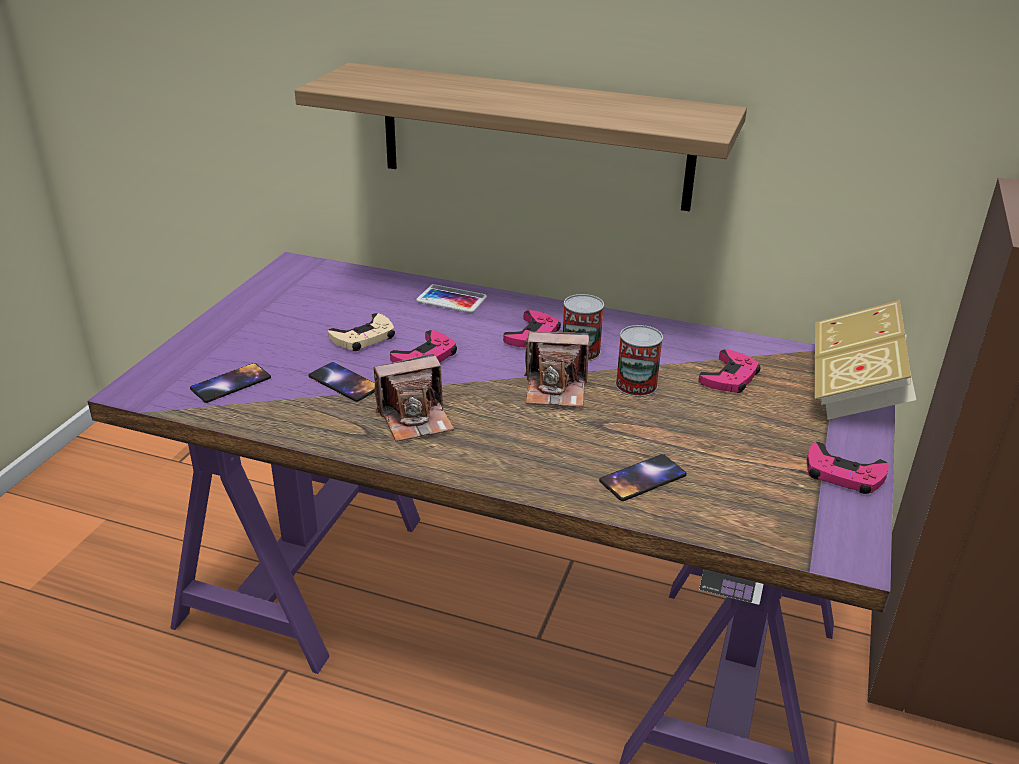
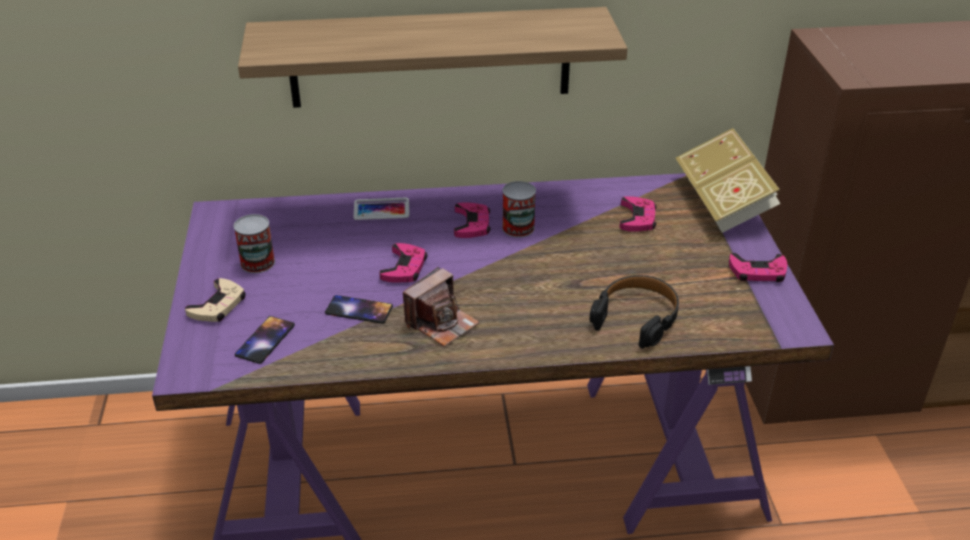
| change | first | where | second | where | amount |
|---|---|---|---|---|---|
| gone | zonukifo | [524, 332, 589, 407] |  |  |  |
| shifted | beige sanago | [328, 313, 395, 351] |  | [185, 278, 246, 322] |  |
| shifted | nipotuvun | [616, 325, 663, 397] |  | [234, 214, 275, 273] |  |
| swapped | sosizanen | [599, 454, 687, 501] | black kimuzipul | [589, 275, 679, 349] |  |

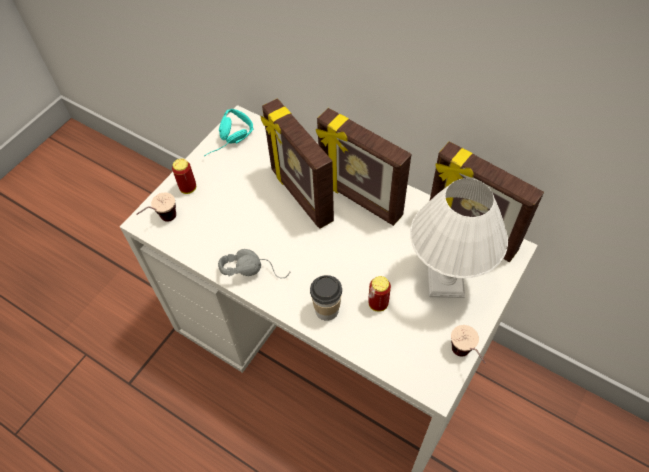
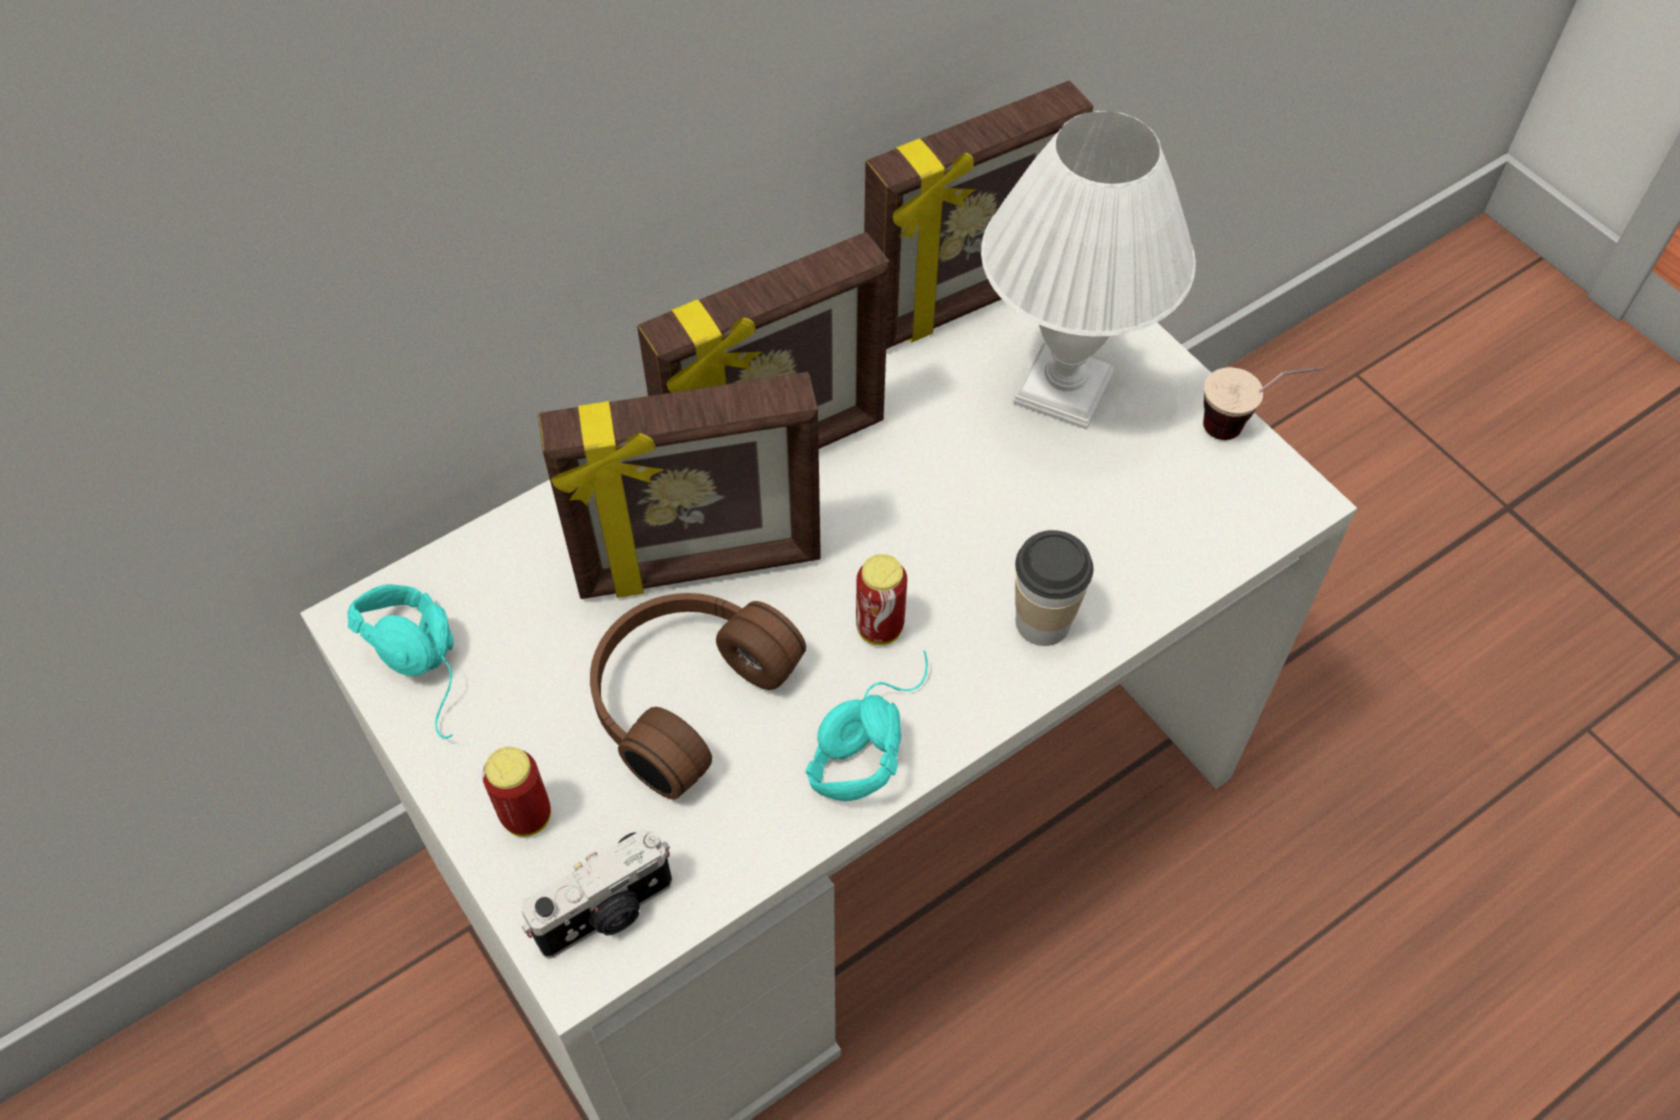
| change | first | where | second | where | amount |
|---|---|---|---|---|---|
| new |  |  | brown kimuzipul | [590, 593, 806, 799] |  |
| shifted | nipotuvun | [368, 276, 391, 311] |  | [856, 554, 907, 645] |  |
| swapped | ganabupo | [136, 193, 176, 222] | zonukifo | [521, 829, 672, 958] |  |
| repainted | grey kimuzipul | [218, 249, 290, 278] | turquoise kimuzipul | [805, 650, 928, 801] |  |

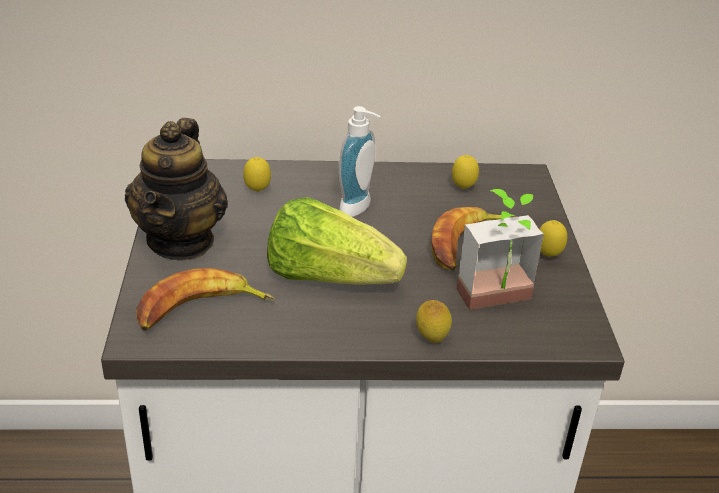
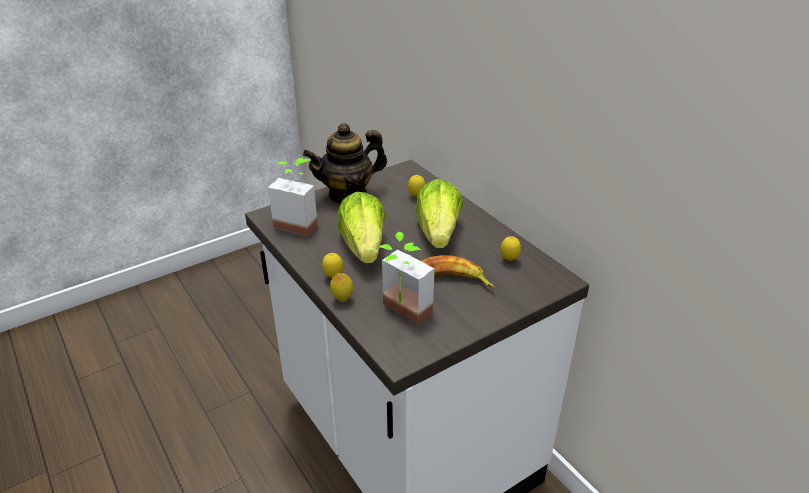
| change | first | where | second | where | amount |
|---|---|---|---|---|---|
| shifted | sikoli | [539, 220, 567, 257] |  | [322, 253, 343, 278] |  |
| swapped | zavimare | [136, 268, 275, 331] | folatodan | [268, 158, 318, 236] |  |
| swapped | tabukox | [339, 106, 381, 217] | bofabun | [415, 179, 463, 248] |  |

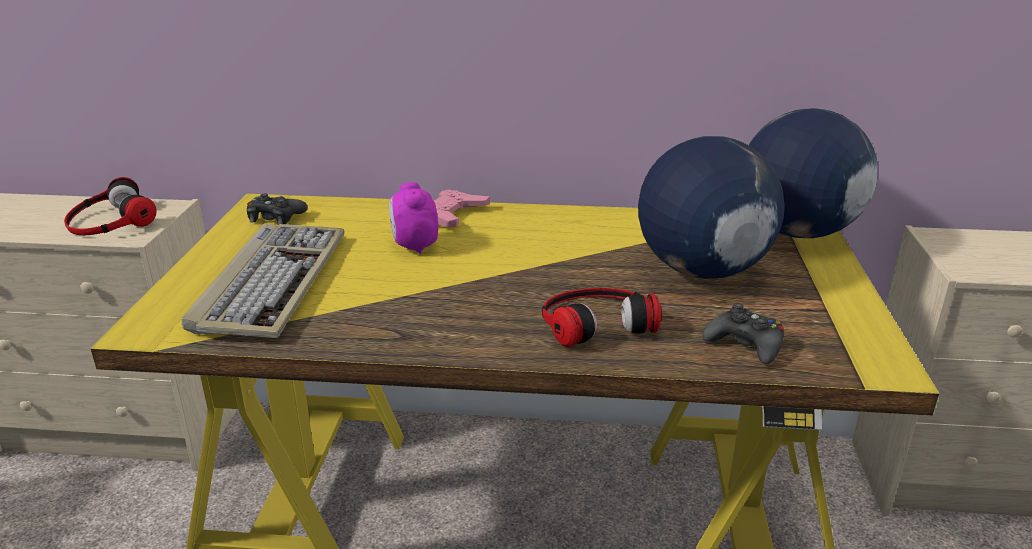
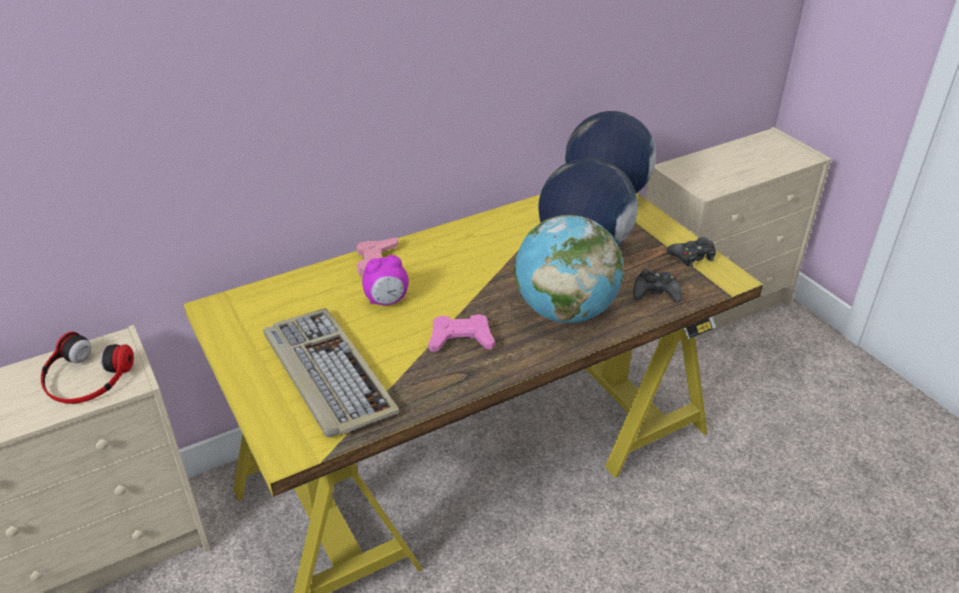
| change | first | where | second | where | amount |
|---|---|---|---|---|---|
| new |  |  | pink sanago | [428, 314, 495, 352] |  |
| shifted | black sanago | [247, 194, 308, 225] |  | [667, 237, 716, 267] |  |
| swapped | kimuzipul | [542, 288, 662, 347] | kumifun | [515, 215, 624, 323] |  |
| rotated | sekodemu | [389, 182, 438, 254] |  | [362, 255, 409, 305] | 60 degrees counterclockwise |

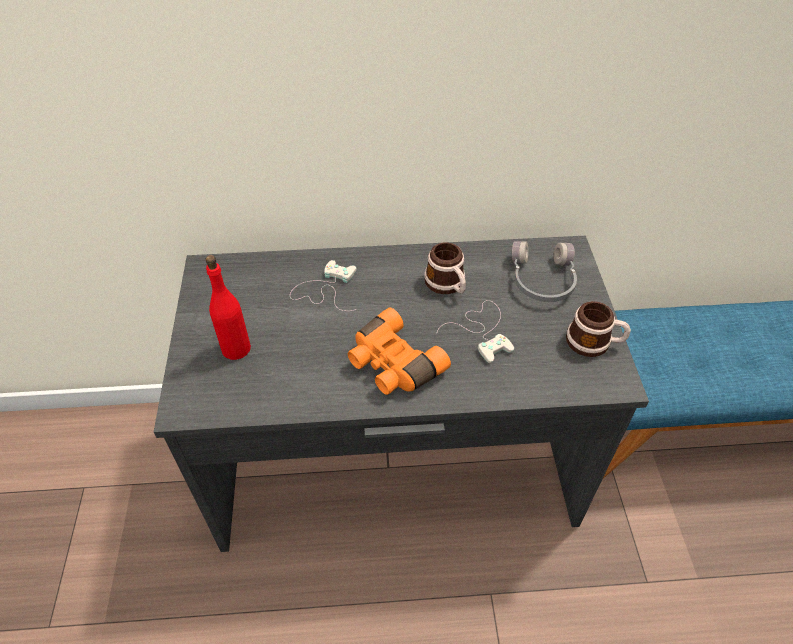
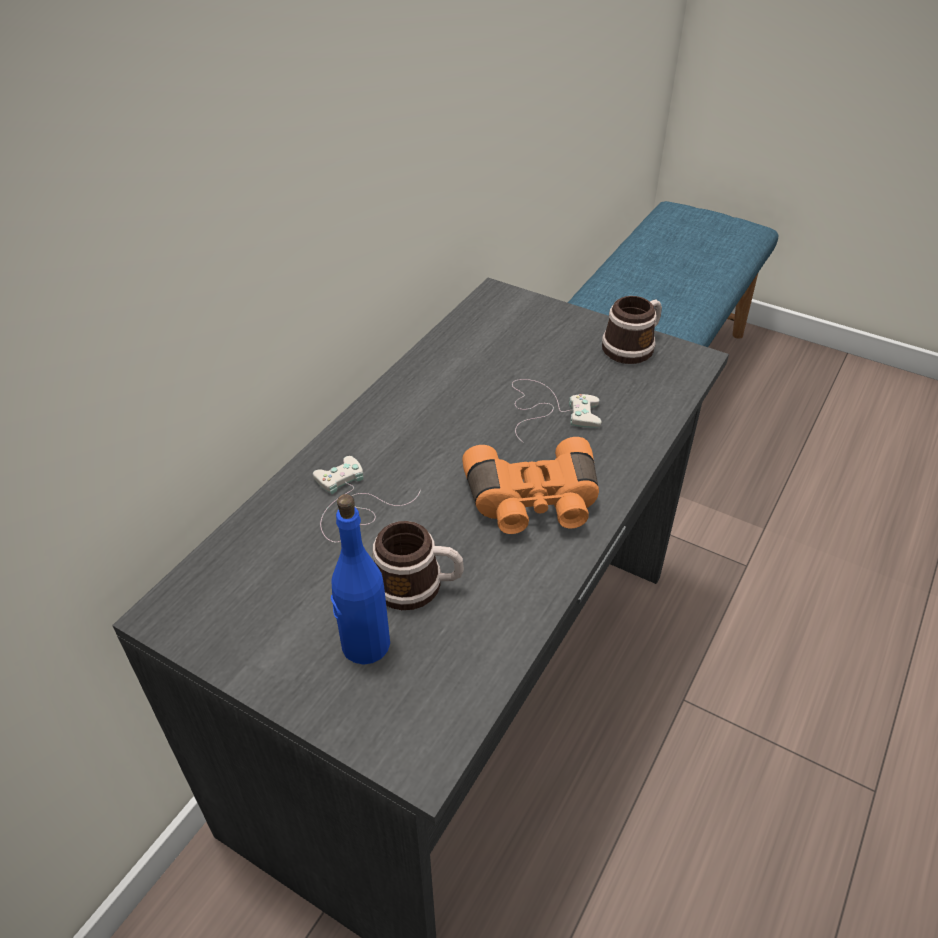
| change | first | where | second | where | amount |
|---|---|---|---|---|---|
| gone | grey kimuzipul | [512, 241, 577, 302] |  |  |  |
| shifted | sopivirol | [424, 242, 466, 294] |  | [373, 521, 464, 610] |  |
| repainted | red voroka | [205, 255, 251, 360] | blue voroka | [331, 494, 390, 665] |  |

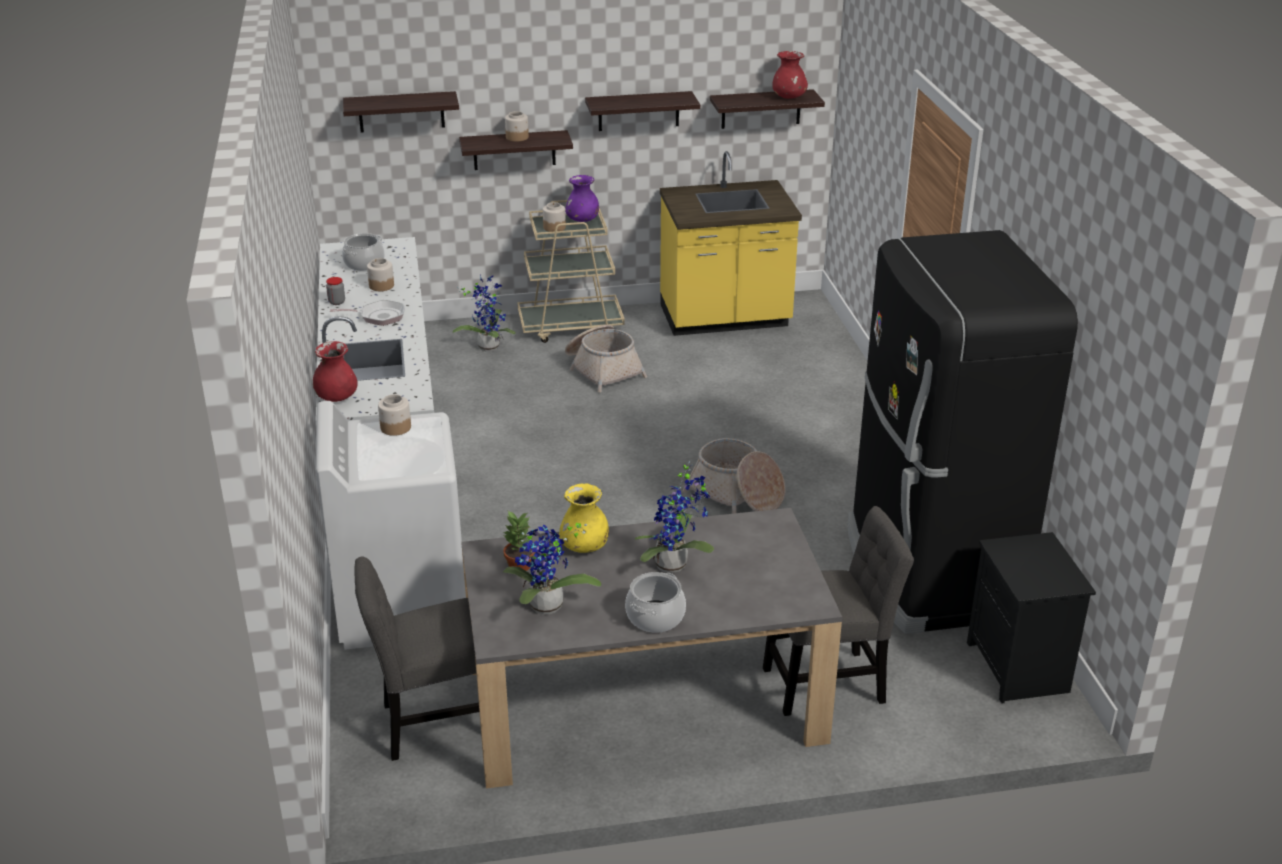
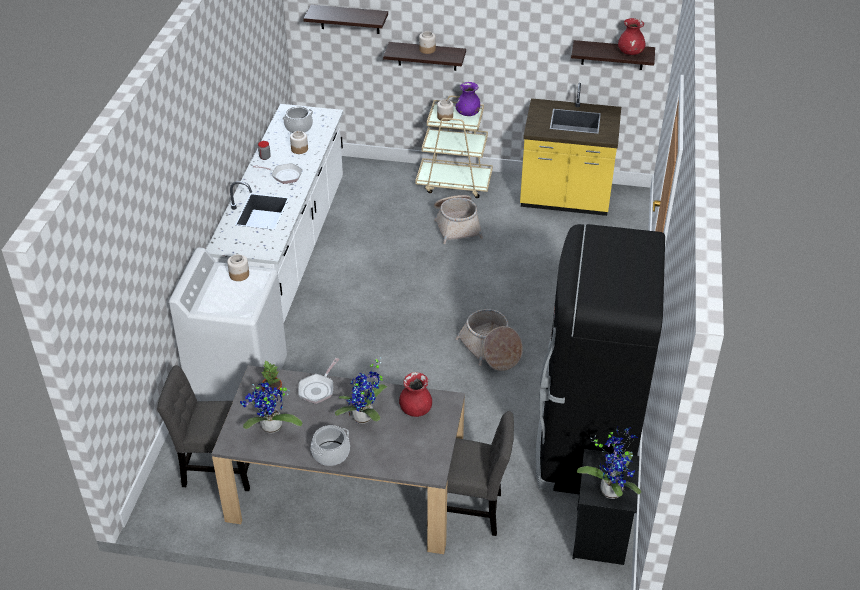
| change | first | where | second | where | amount |
|---|---|---|---|---|---|
| gone | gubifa | [585, 91, 700, 131] |  |  |  |
| shifted | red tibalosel | [313, 341, 358, 402] |  | [399, 372, 432, 417] |  |
| shifted | folatodan | [452, 275, 516, 351] |  | [577, 427, 641, 499] |  |
| swapped | yellow tibalosel | [559, 483, 609, 553] | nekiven | [298, 358, 339, 404] |  |

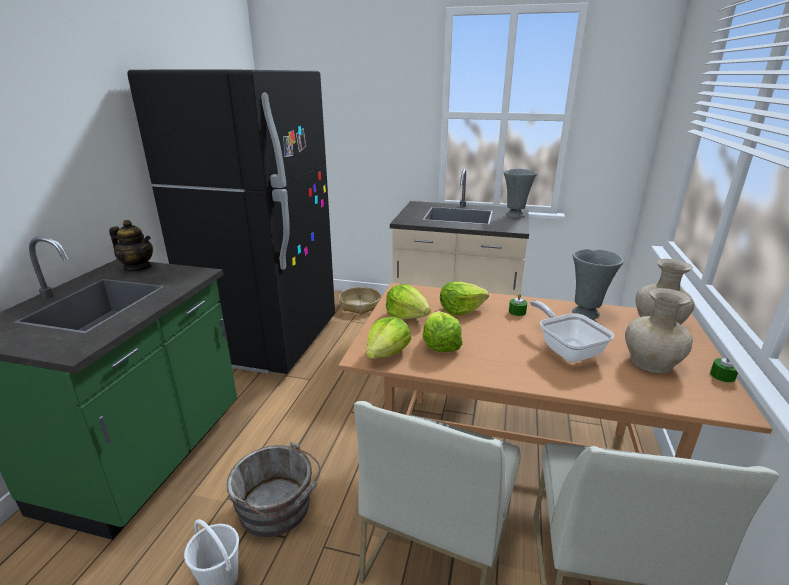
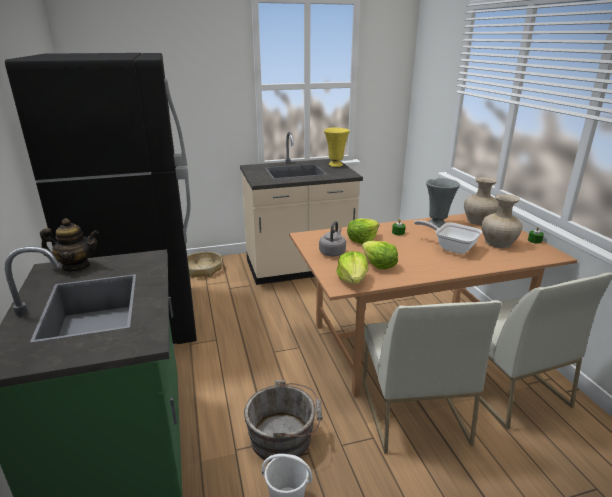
| change | first | where | second | where | amount |
|---|---|---|---|---|---|
| swapped | bofabun | [386, 284, 431, 319] | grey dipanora | [319, 221, 346, 257] |  |
| repainted | grey tibalosel | [504, 169, 537, 218] | yellow tibalosel | [324, 128, 350, 167] |  |

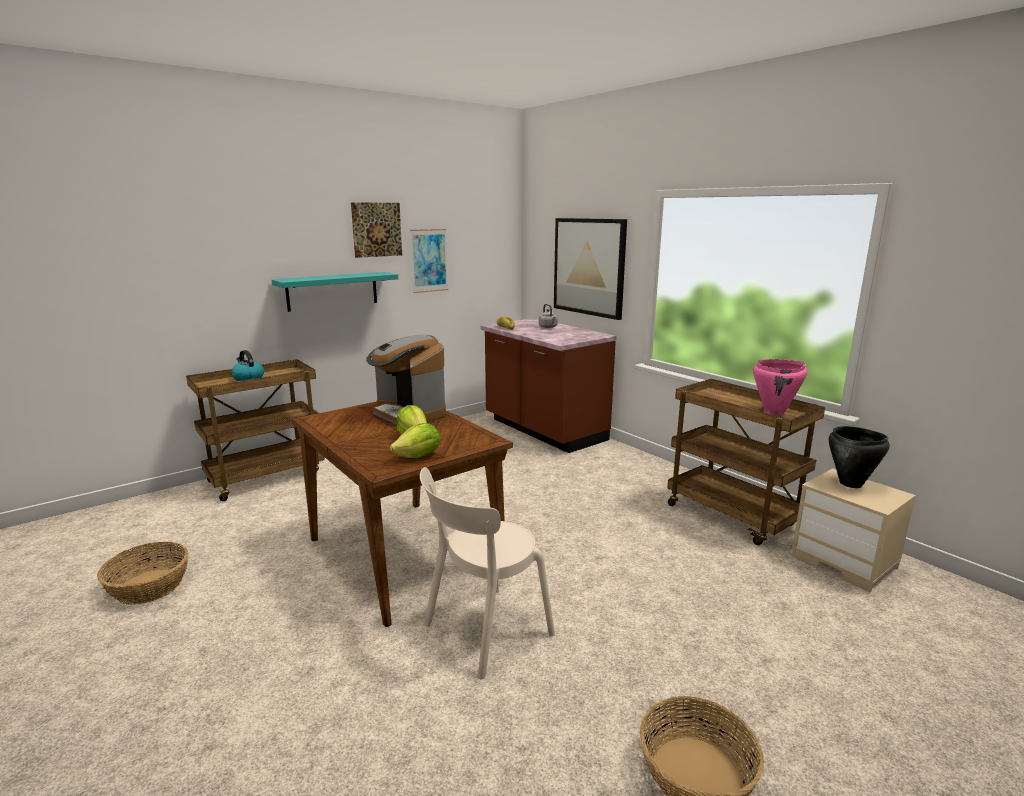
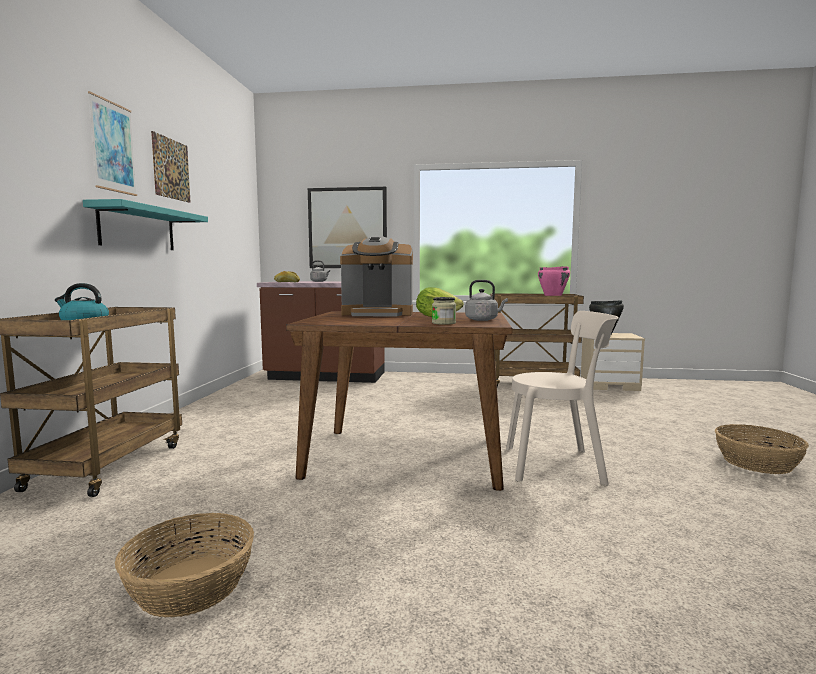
| change | first | where | second | where | amount |
|---|---|---|---|---|---|
| new |  |  | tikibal | [432, 297, 456, 325] |  |
| shifted | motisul | [410, 229, 448, 293] |  | [88, 91, 137, 196] |  |
| swapped | bofabun | [390, 423, 440, 458] | grey dipanora | [465, 280, 508, 321] |  |
| rotated | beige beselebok | [420, 467, 555, 680] |  | [506, 311, 619, 485] | 90 degrees counterclockwise |

